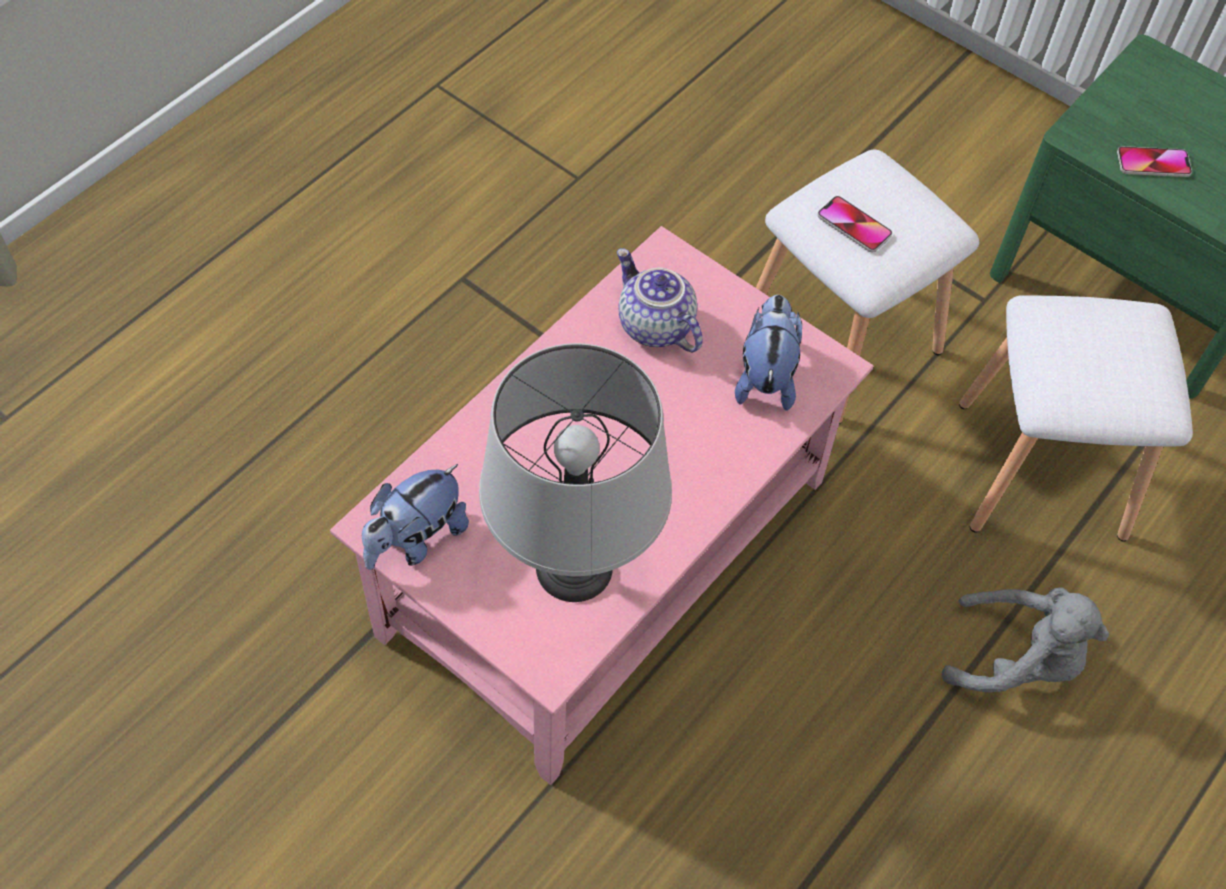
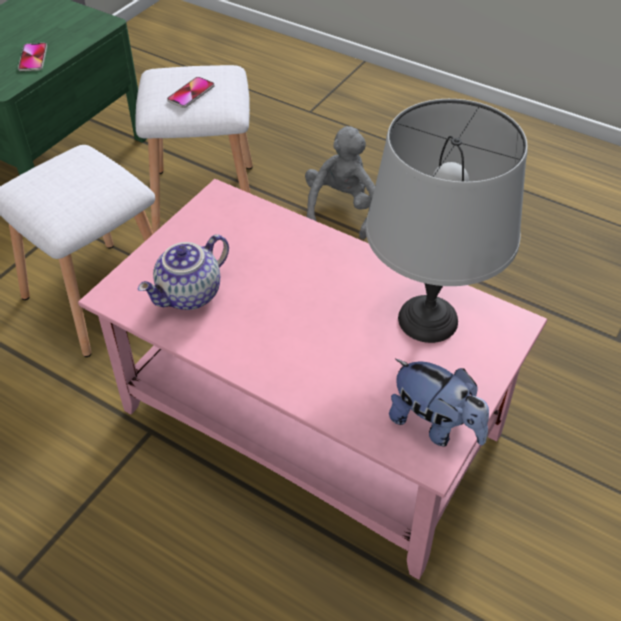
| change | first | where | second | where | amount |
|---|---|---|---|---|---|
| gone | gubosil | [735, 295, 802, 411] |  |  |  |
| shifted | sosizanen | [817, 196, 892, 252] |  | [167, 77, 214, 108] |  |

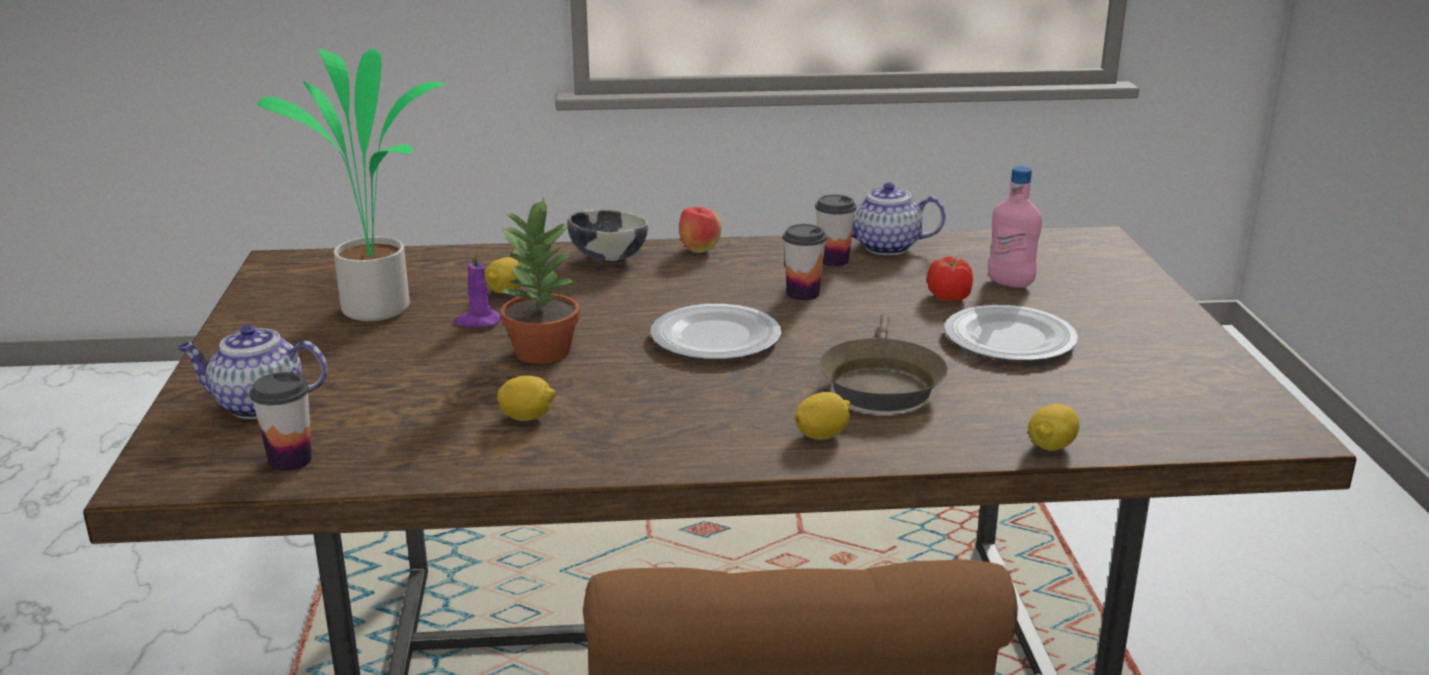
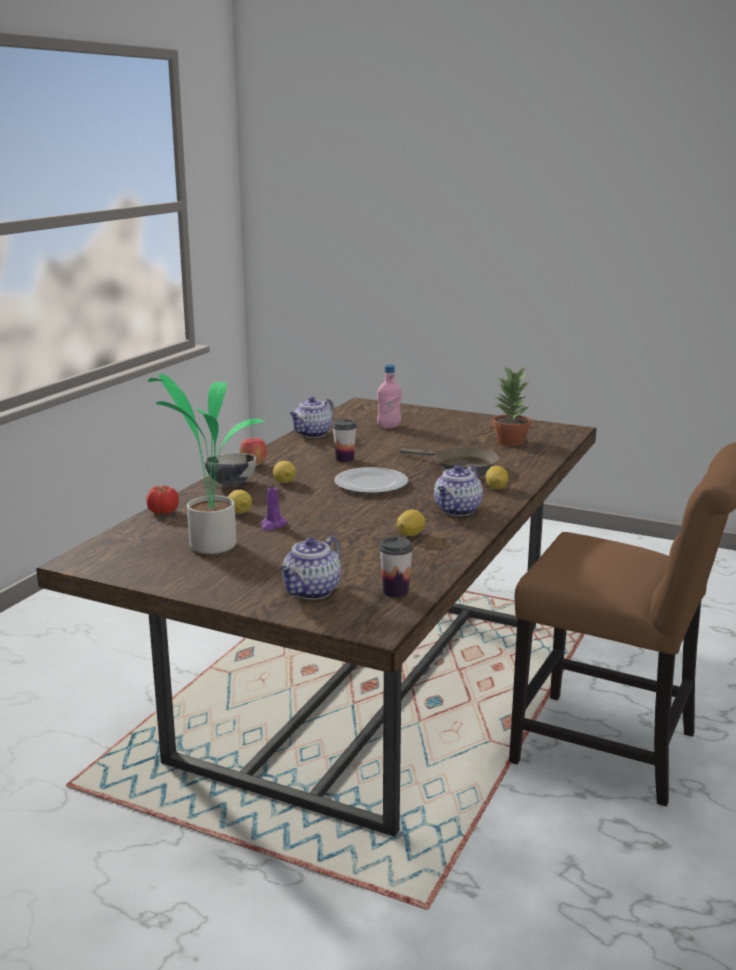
| change | first | where | second | where | amount |
|---|---|---|---|---|---|
| gone | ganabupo | [815, 194, 856, 267] |  |  |  |
| gone | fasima | [944, 305, 1078, 361] |  |  |  |
| new |  |  | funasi | [434, 465, 483, 516] |  |
| shifted | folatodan | [498, 197, 580, 364] |  | [492, 366, 531, 446] |  |
| shifted | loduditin | [927, 256, 973, 301] |  | [146, 485, 179, 514] |  |
| shifted | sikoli | [1028, 404, 1079, 451] |  | [273, 461, 296, 483] |  |

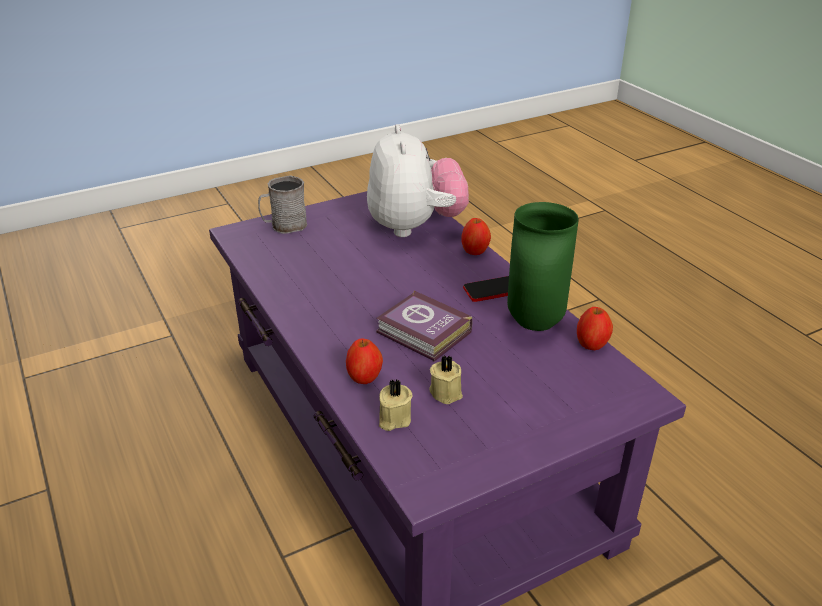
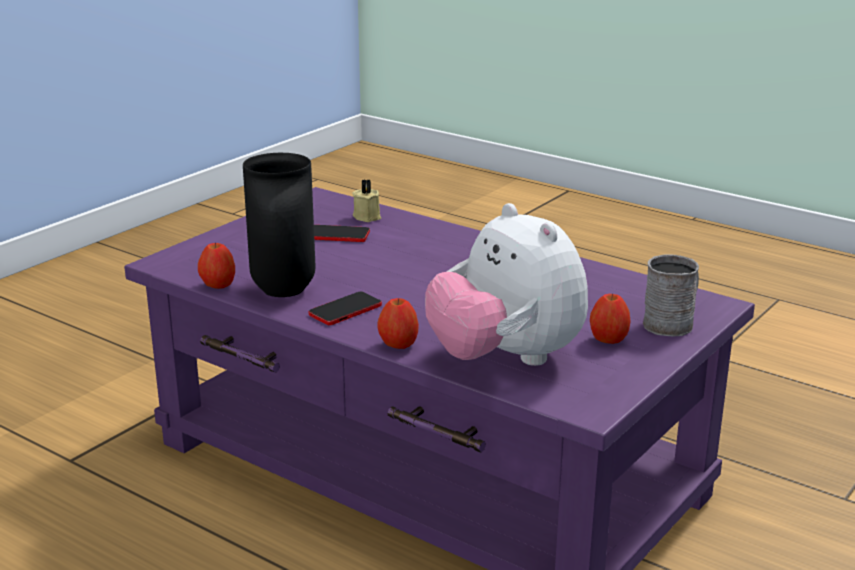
| change | first | where | second | where | amount |
|---|---|---|---|---|---|
| gone | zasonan | [376, 291, 472, 362] |  |  |  |
| shifted | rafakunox | [346, 339, 383, 384] |  | [590, 293, 631, 344] |  |
| swapped | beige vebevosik | [429, 355, 463, 404] | sosizanen | [314, 225, 370, 242] |  |
| repainted | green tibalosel | [507, 202, 579, 331] | black tibalosel | [243, 153, 316, 297] |  |

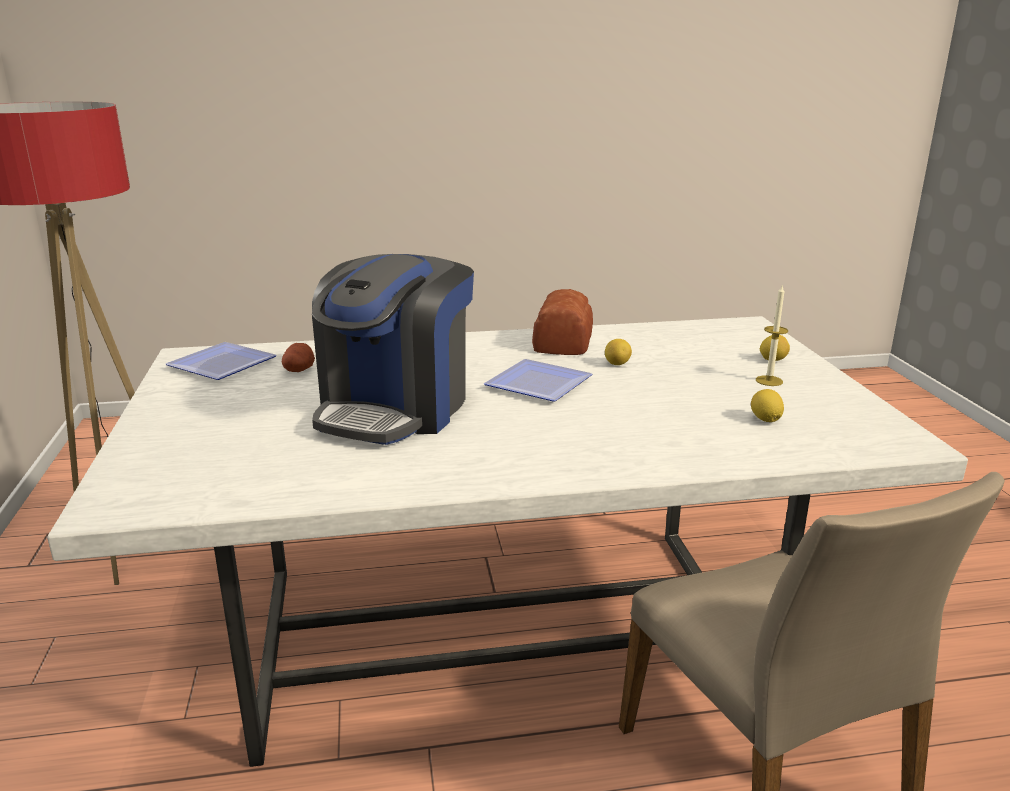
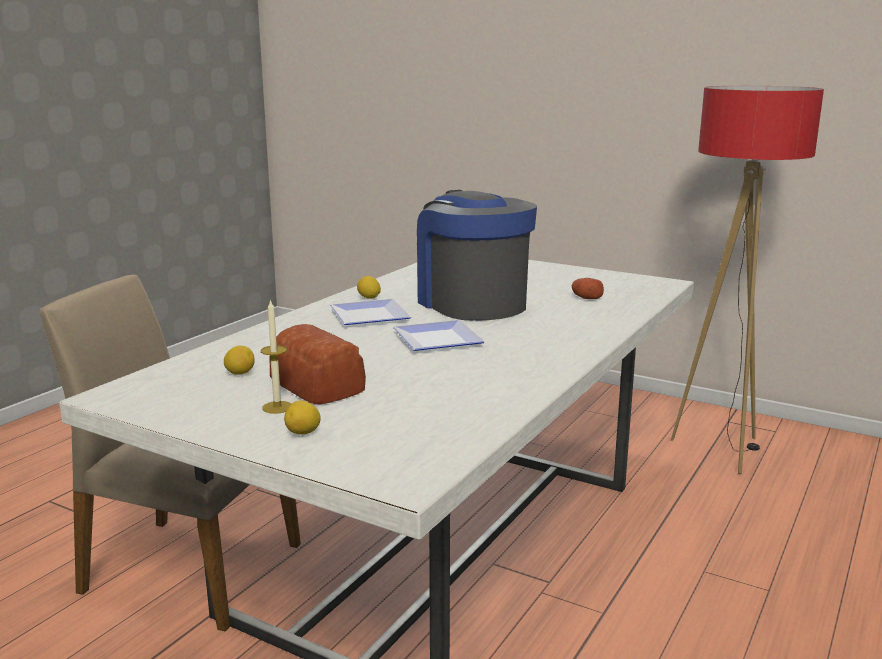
| change | first | where | second | where | amount |
|---|---|---|---|---|---|
| shifted | fasima | [166, 342, 277, 380] |  | [330, 299, 411, 325] |  |
| shifted | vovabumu | [532, 289, 593, 355] |  | [270, 324, 366, 404] |  |
| shifted | sikoli | [605, 339, 632, 365] |  | [357, 276, 381, 299] |  |

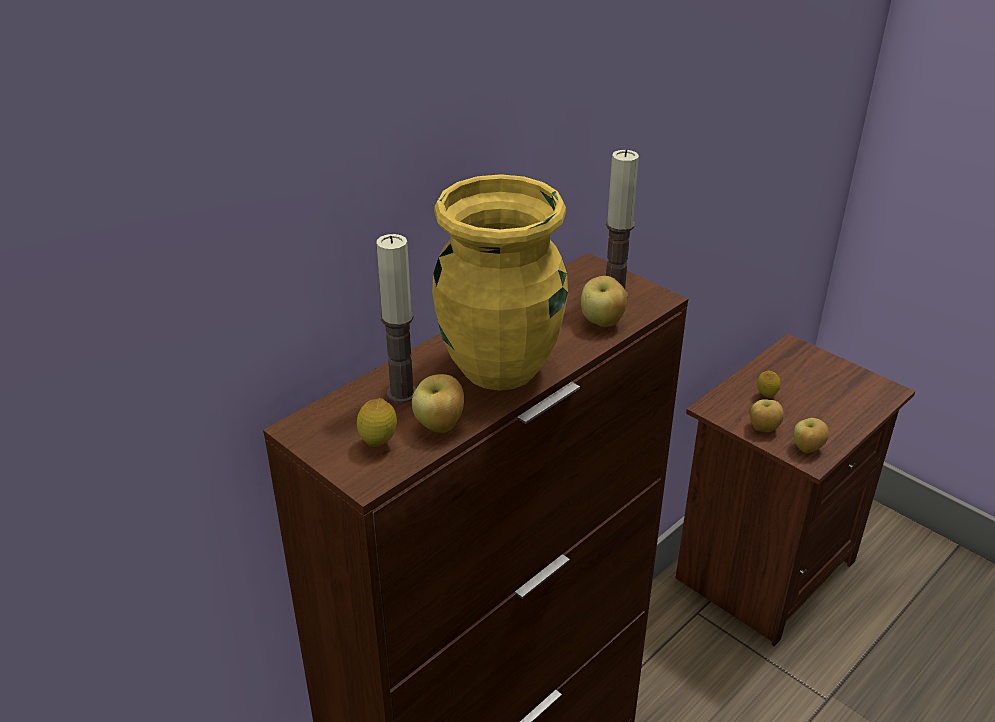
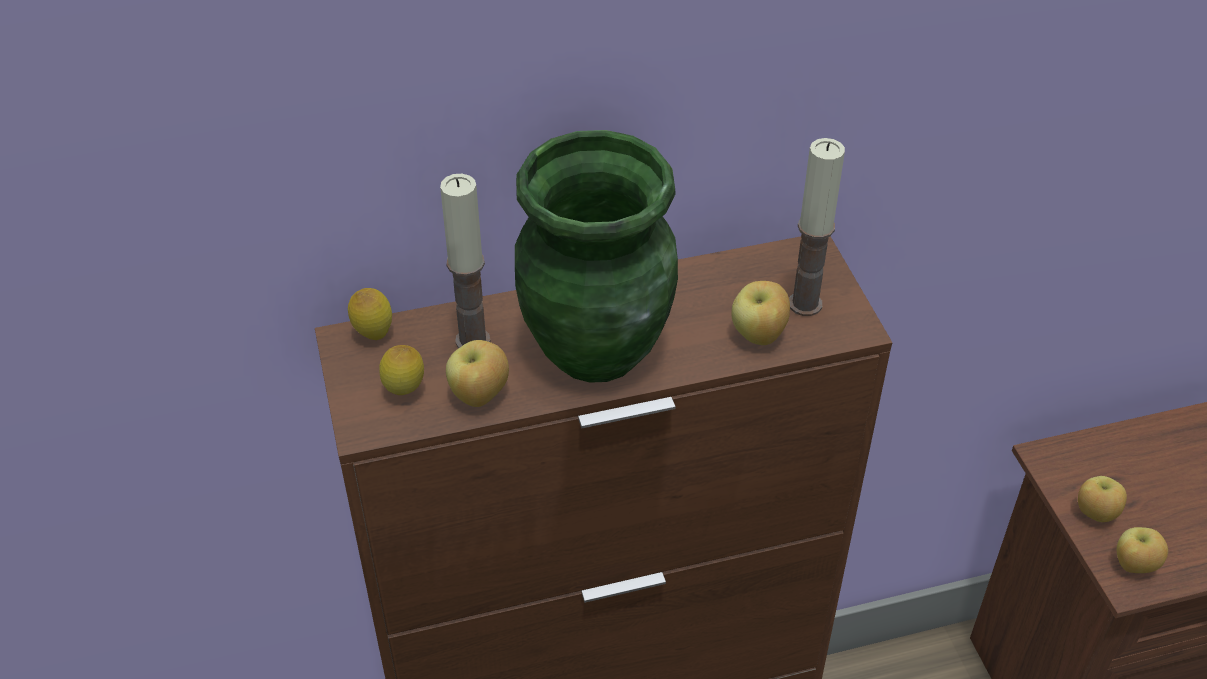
| change | first | where | second | where | amount |
|---|---|---|---|---|---|
| shifted | sikoli | [757, 371, 780, 398] |  | [348, 288, 392, 340] |  |
| repainted | yellow tibalosel | [432, 174, 568, 390] | green tibalosel | [515, 130, 678, 383] |  |

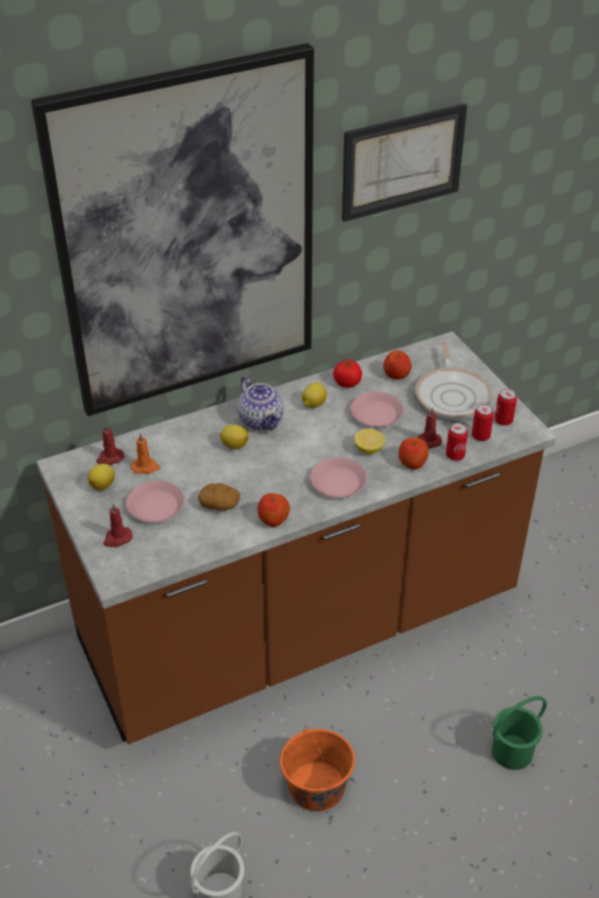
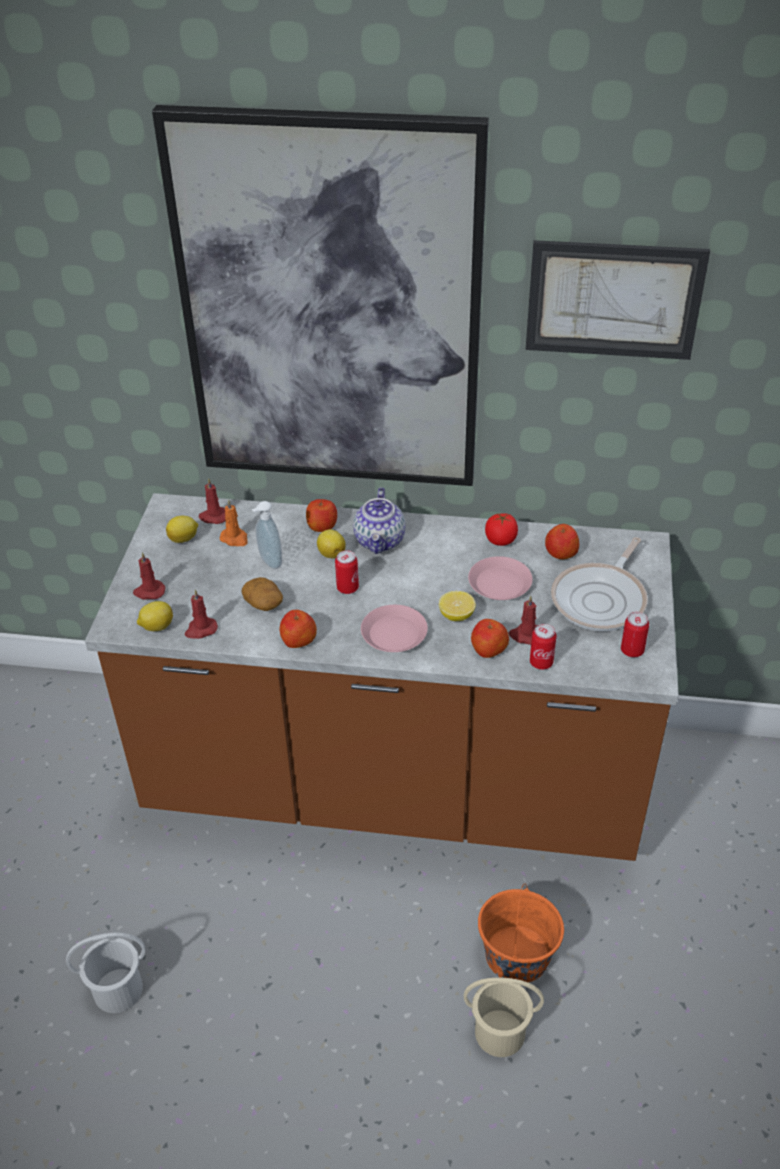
| change | first | where | second | where | amount |
|---|---|---|---|---|---|
| gone | pink fasima | [126, 481, 185, 522] |  |  |  |
| new |  |  | red vebevosik | [185, 590, 218, 639] |  |
| new |  |  | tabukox | [252, 501, 282, 569] |  |
| new |  |  | rafakunox | [306, 499, 337, 532] |  |
| shifted | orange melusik | [280, 725, 355, 811] |  | [478, 883, 564, 982] |  |
| shifted | sikoli | [302, 382, 327, 408] |  | [137, 601, 173, 631] |  |
| shifted | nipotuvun | [472, 404, 494, 441] |  | [335, 550, 359, 594] |  |
| repainted | green melusik | [492, 696, 547, 770] | beige melusik | [463, 977, 544, 1057] |  |

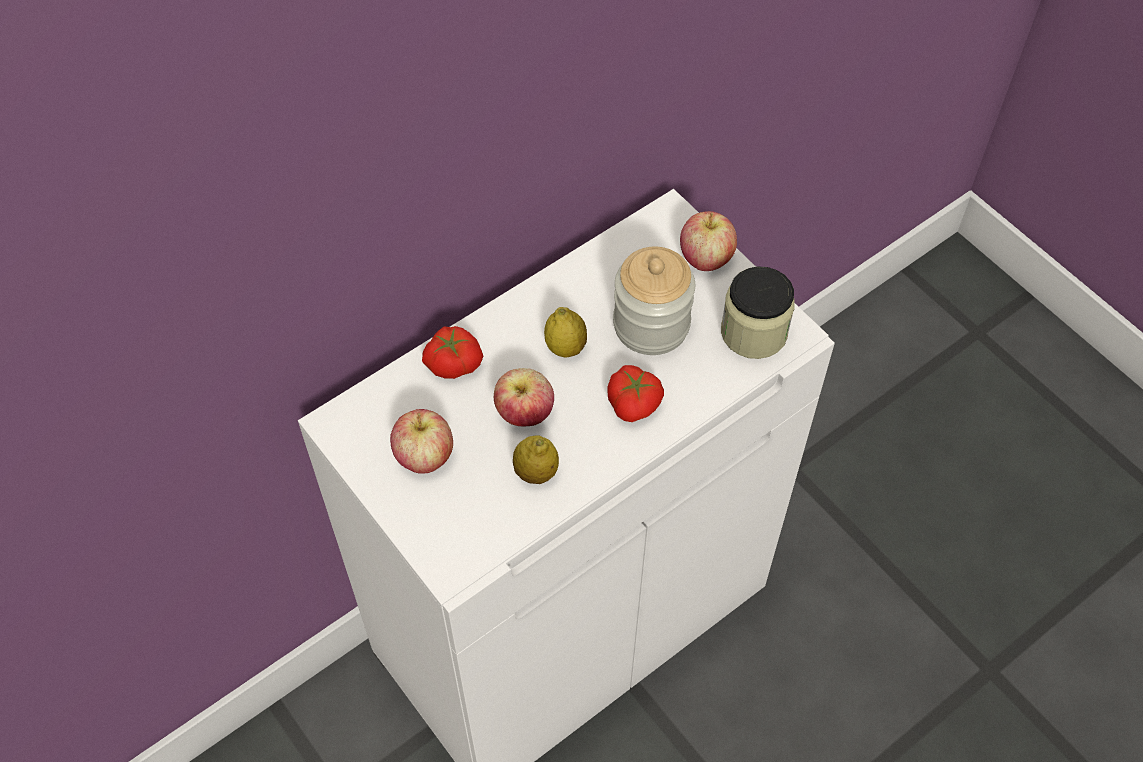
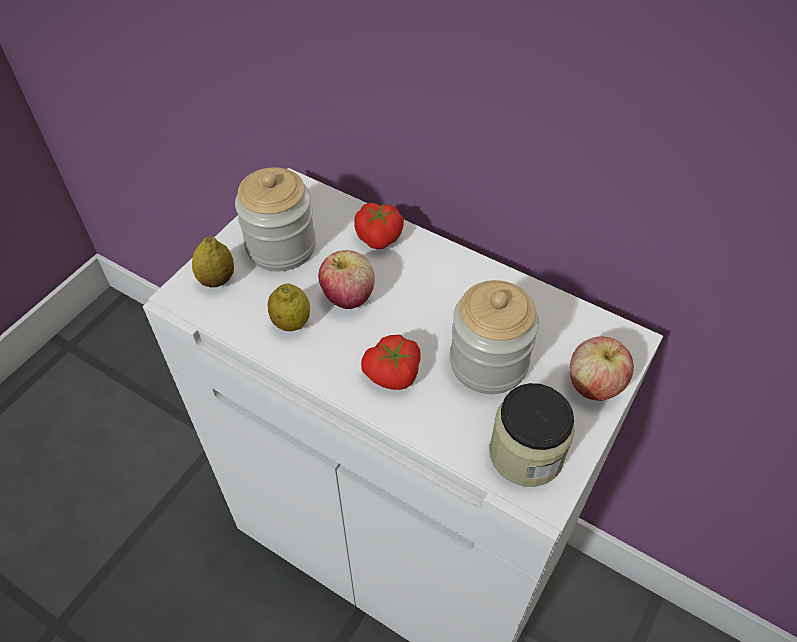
| change | first | where | second | where | amount |
|---|---|---|---|---|---|
| shifted | sikoli | [544, 307, 587, 357] |  | [192, 236, 234, 287] |  |
| swapped | rafakunox | [390, 409, 453, 474] | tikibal | [235, 167, 316, 271] |  |

